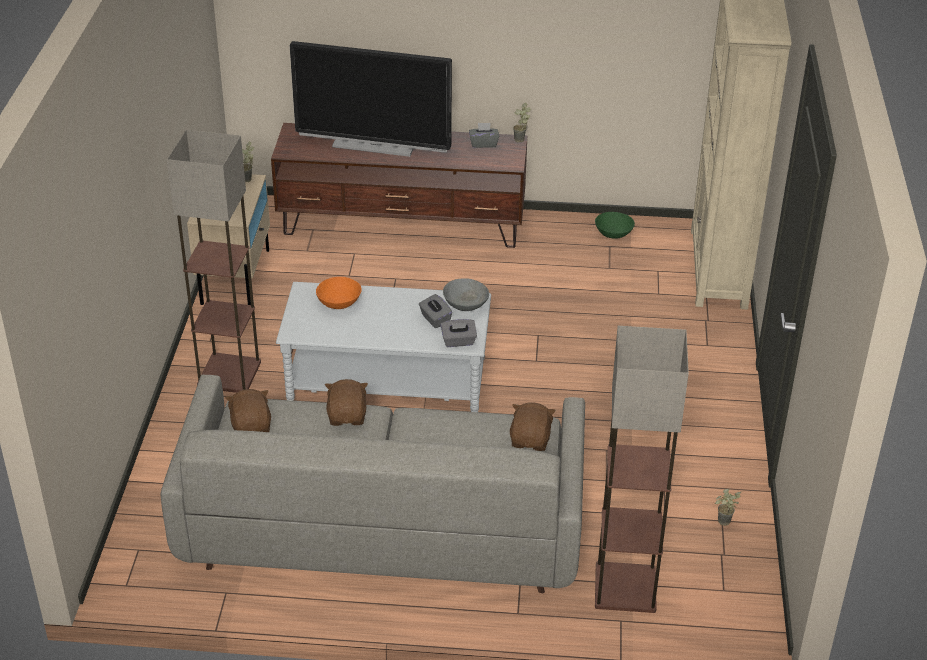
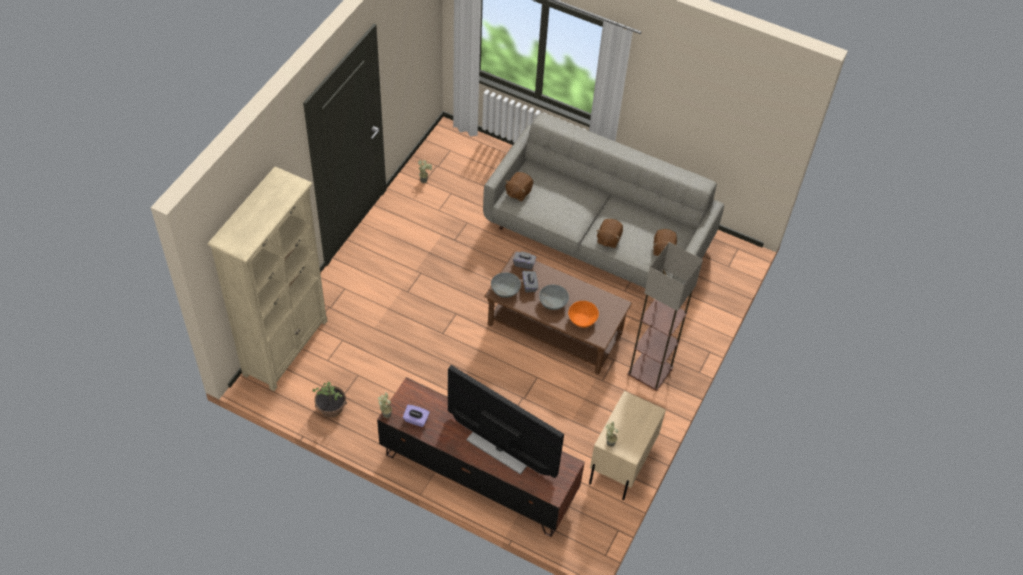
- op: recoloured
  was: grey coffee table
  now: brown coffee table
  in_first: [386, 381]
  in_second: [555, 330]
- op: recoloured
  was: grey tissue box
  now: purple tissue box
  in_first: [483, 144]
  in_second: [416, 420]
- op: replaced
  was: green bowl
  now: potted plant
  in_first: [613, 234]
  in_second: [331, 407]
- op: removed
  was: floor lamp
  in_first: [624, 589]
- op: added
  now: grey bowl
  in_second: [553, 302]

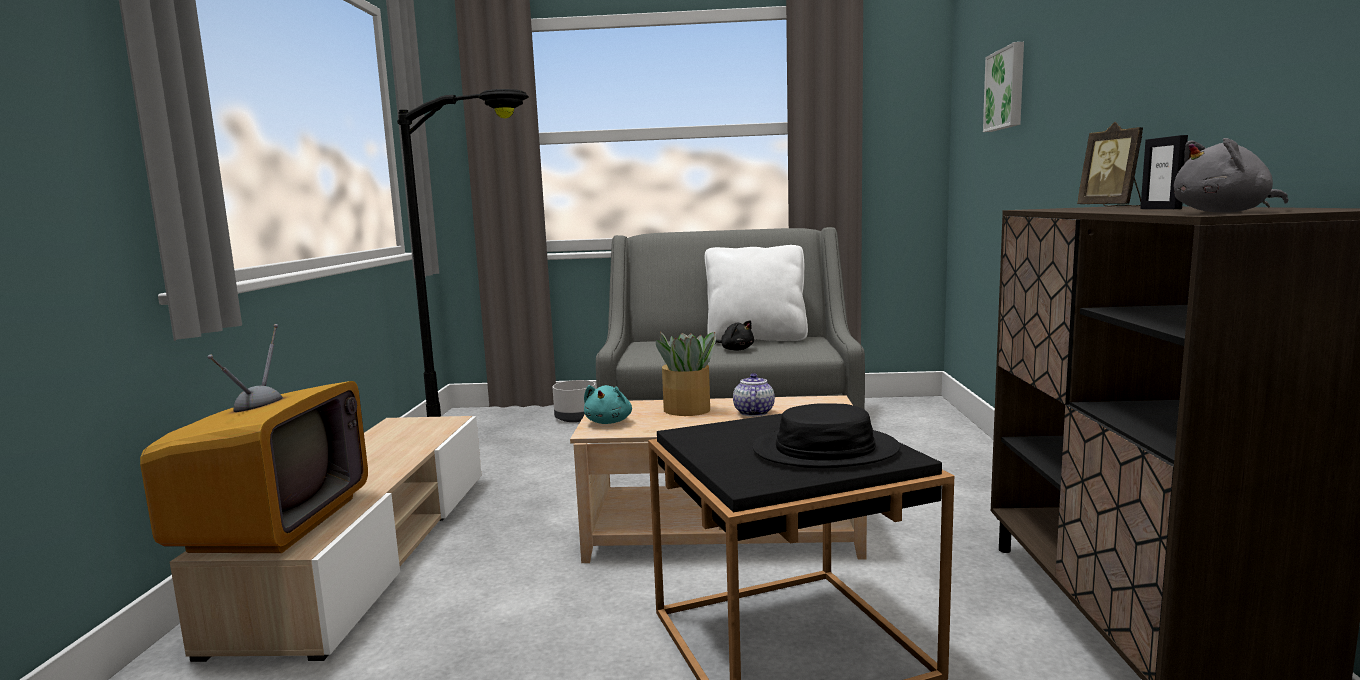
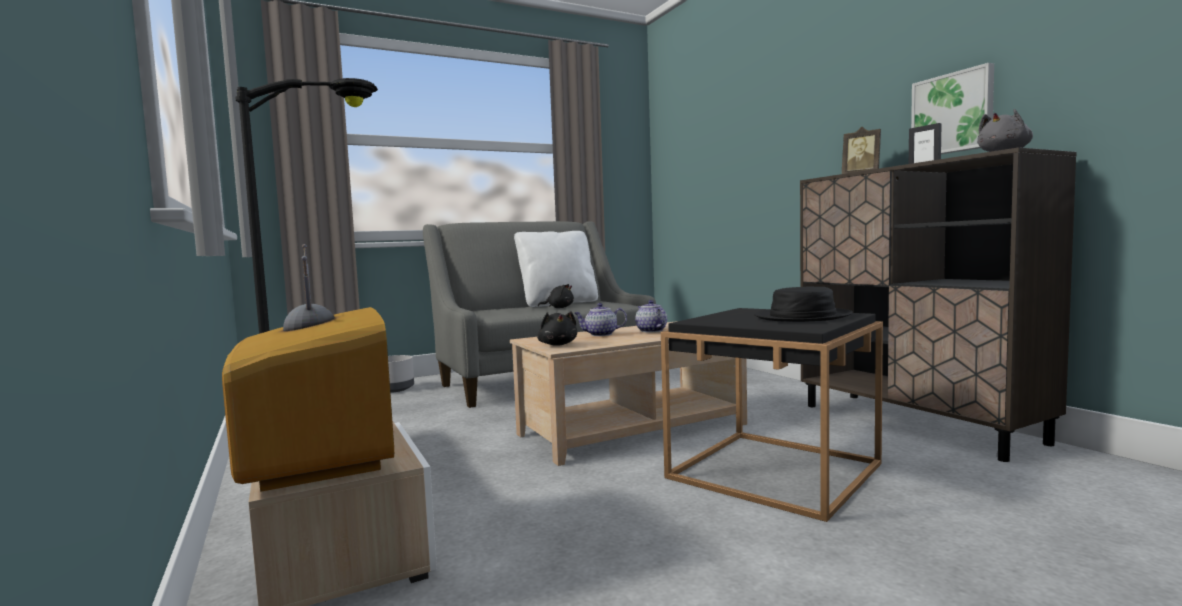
- op: recoloured
  was: turquoise plush toy
  now: black plush toy
  in_first: [609, 422]
  in_second: [557, 345]
- op: replaced
  was: potted plant
  now: teapot
  in_first: [687, 410]
  in_second: [600, 334]
- op: moved
  was: picture
  in_first: [1007, 89]
  in_second: [953, 113]

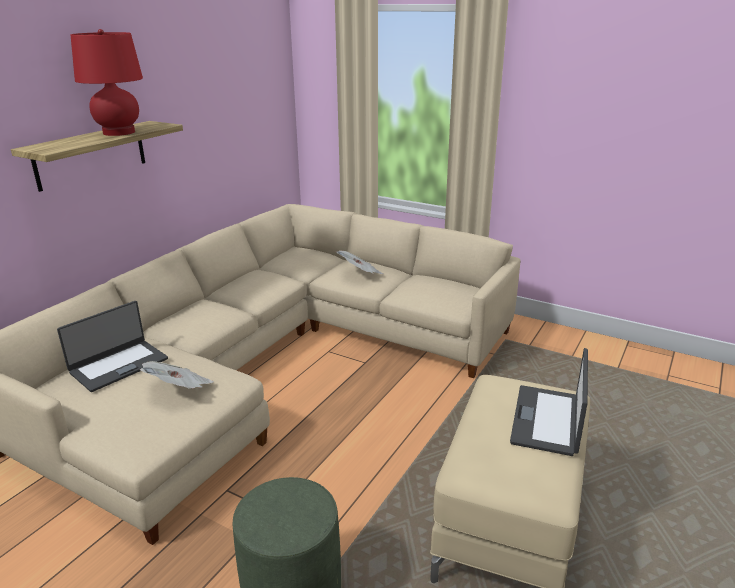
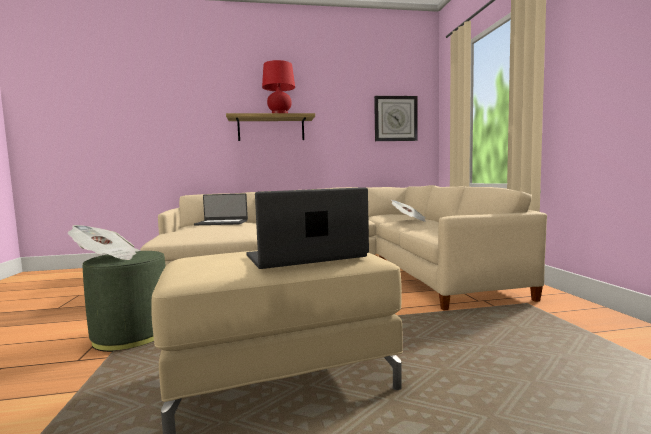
- op: moved
  was: newspaper
  in_first: [180, 389]
  in_second: [107, 258]
- op: added
  now: wall clock
  in_second: [395, 118]

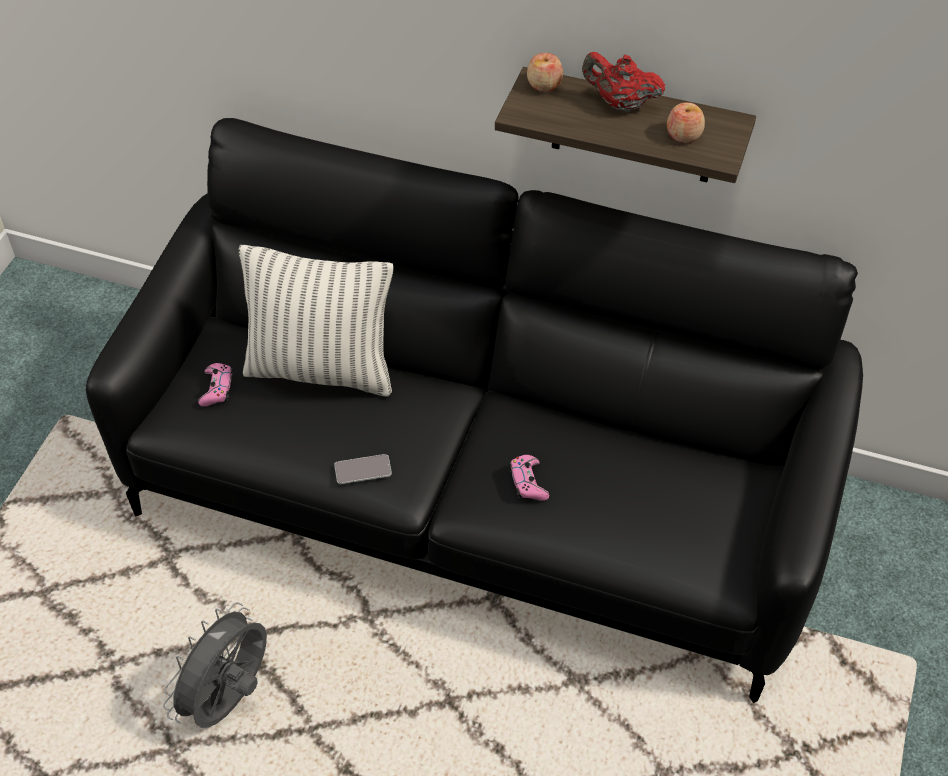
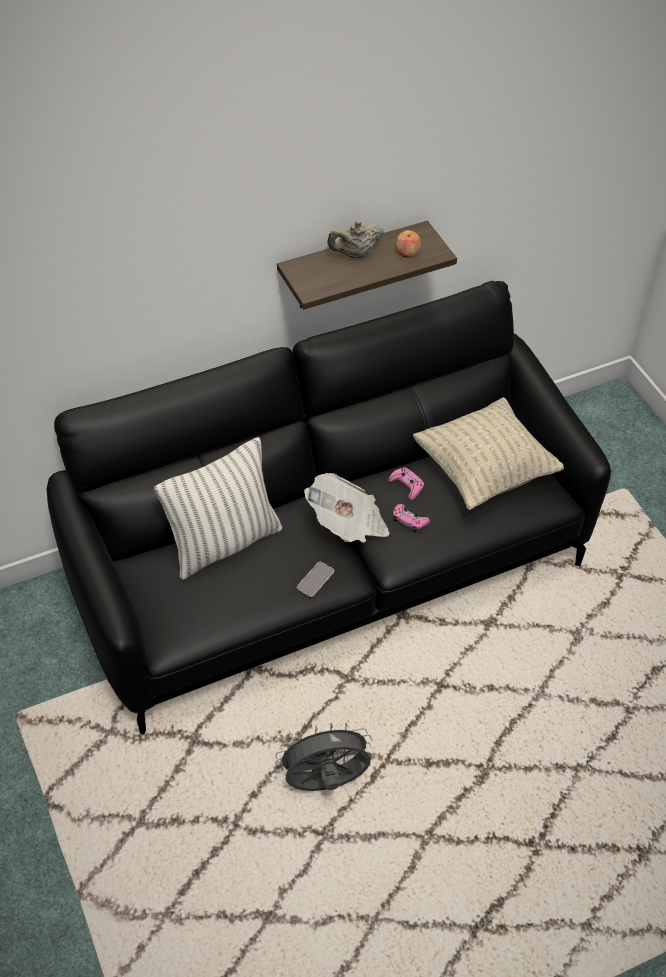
- op: turned
  was: grey fan
  in_first: [230, 700]
  in_second: [325, 784]
  clockwise: 90
- op: moved
  was: pink game controller
  in_first: [217, 389]
  in_second: [406, 486]
- op: removed
  was: apple
  in_first: [544, 84]
- op: recoloured
  was: red teapot
  now: beige teapot
  in_first: [620, 104]
  in_second: [355, 254]
- op: added
  now: newspaper
  in_second: [347, 524]
- op: added
  now: beige pillow
  in_second: [484, 472]

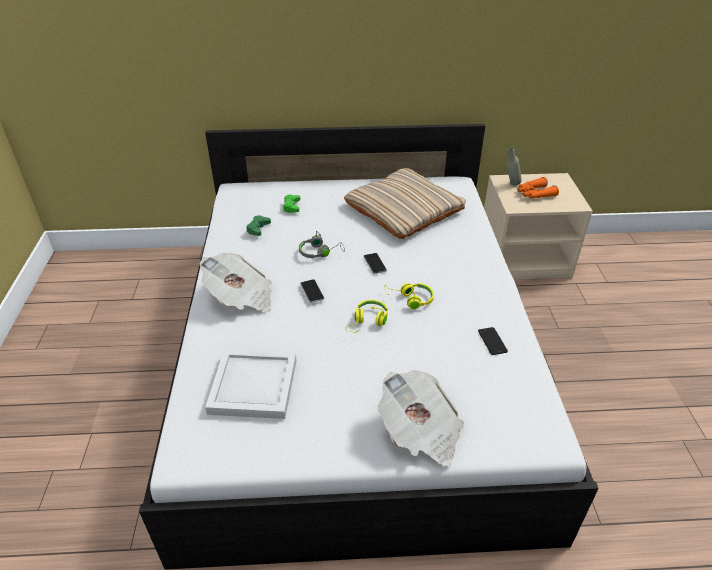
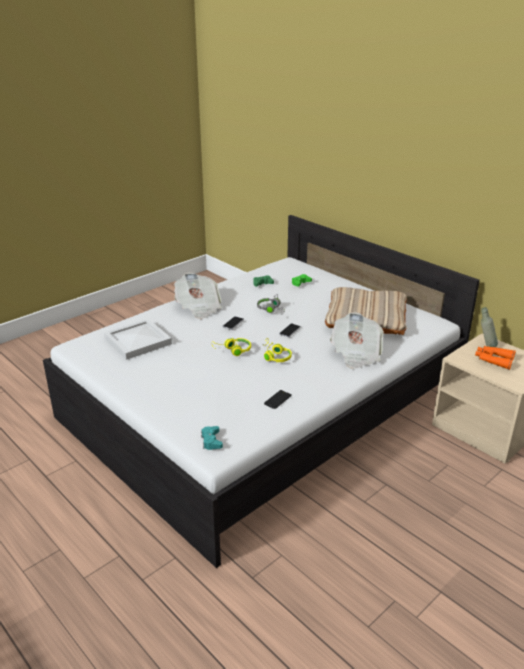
- op: moved
  was: newspaper
  in_first: [420, 432]
  in_second: [355, 354]
- op: added
  now: turquoise game controller
  in_second: [211, 441]

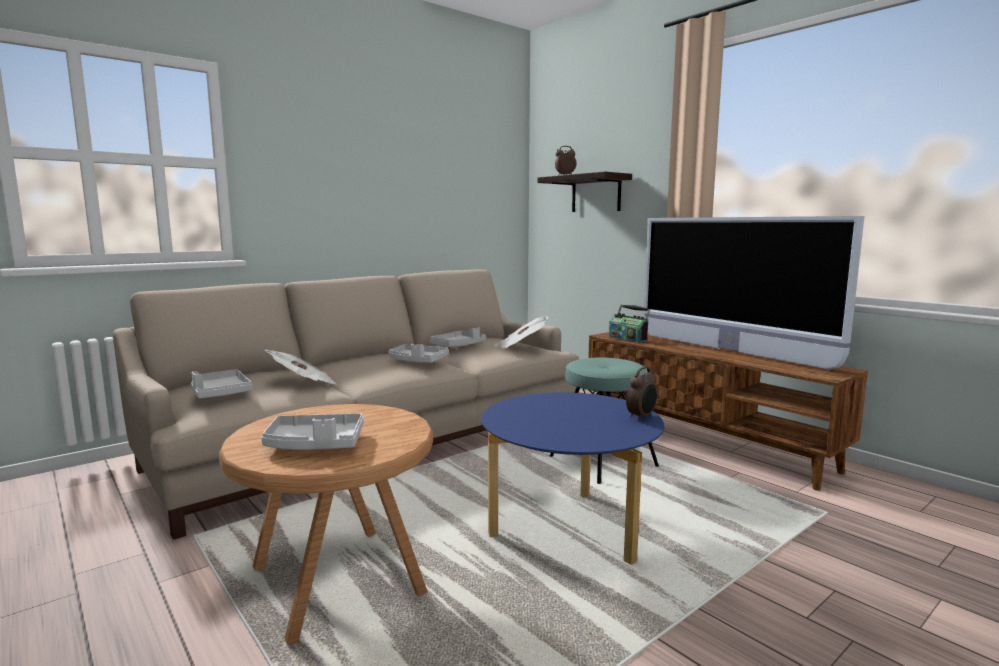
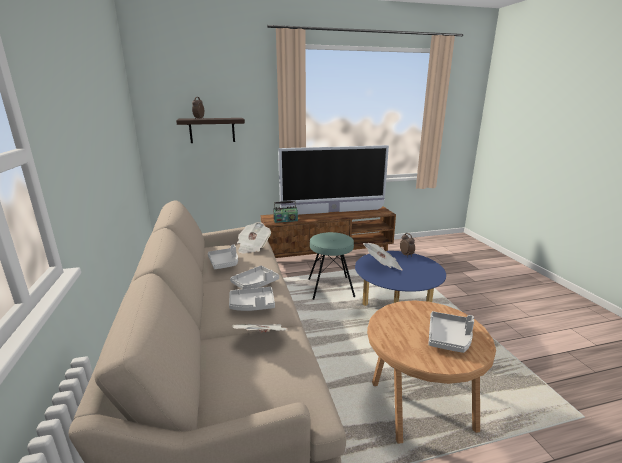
- op: moved
  was: grey tray
  in_first: [220, 393]
  in_second: [252, 305]
- op: added
  now: newspaper
  in_second: [382, 266]

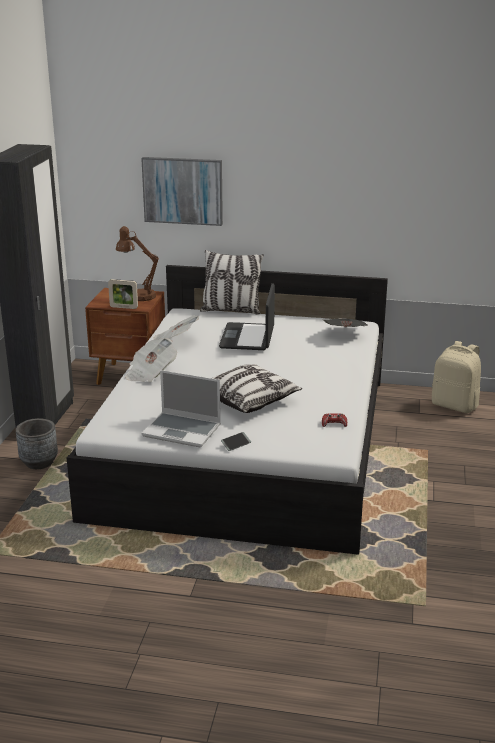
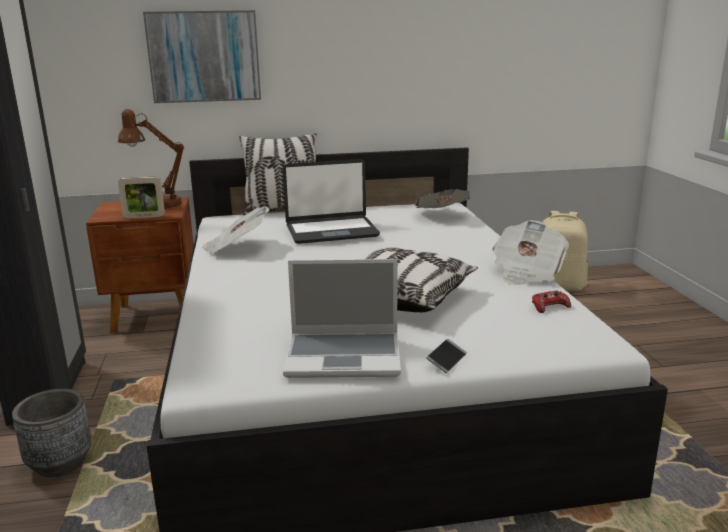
- op: moved
  was: newspaper
  in_first: [150, 373]
  in_second: [526, 272]
- op: turned
  was: laptop
  in_first: [248, 338]
  in_second: [331, 231]
  clockwise: -90

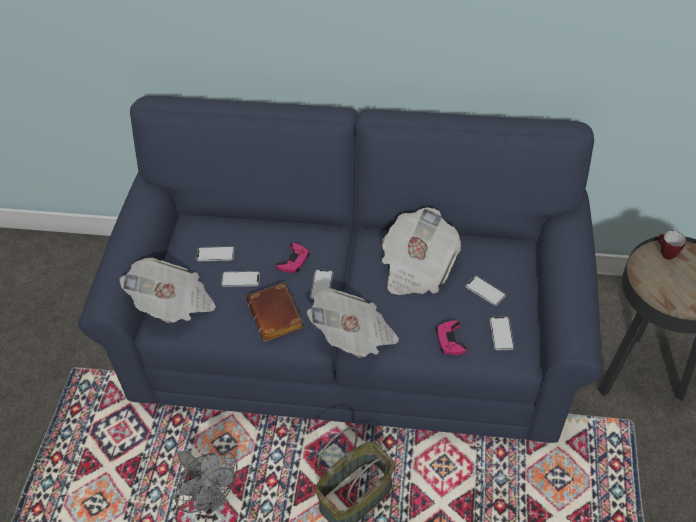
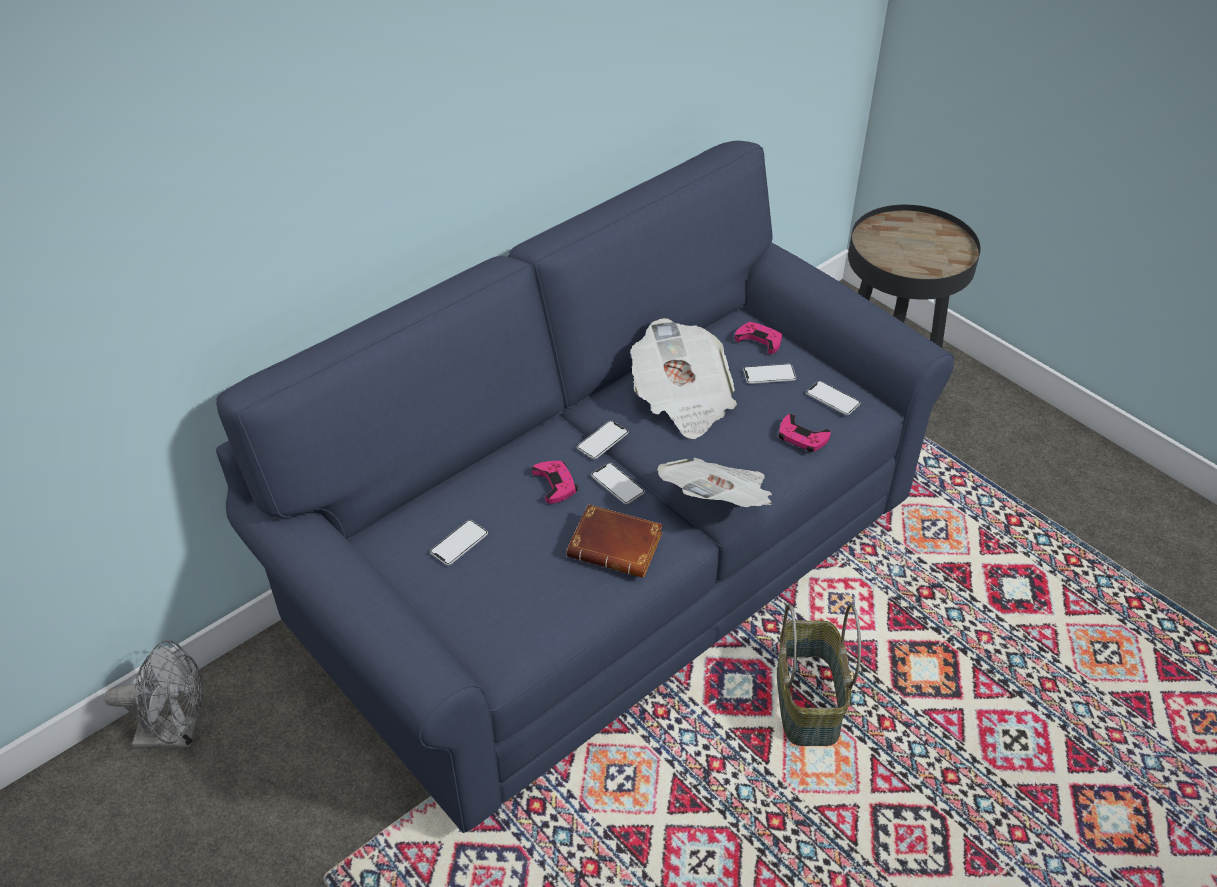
- op: removed
  was: newspaper
  in_first: [174, 304]
- op: moved
  was: grey fan
  in_first: [211, 499]
  in_second: [177, 734]
- op: moved
  was: phone
  in_first: [240, 279]
  in_second: [602, 441]
- op: removed
  was: mug
  in_first: [665, 254]
- op: added
  now: pink game controller
  in_second: [759, 340]

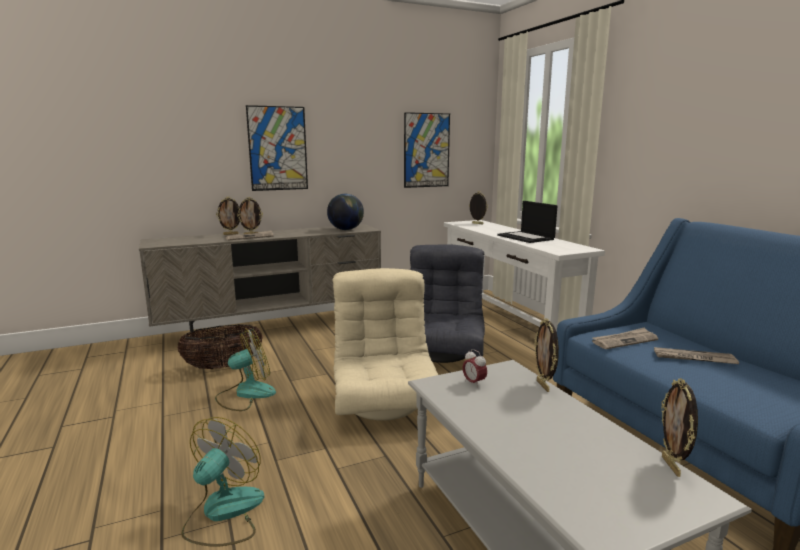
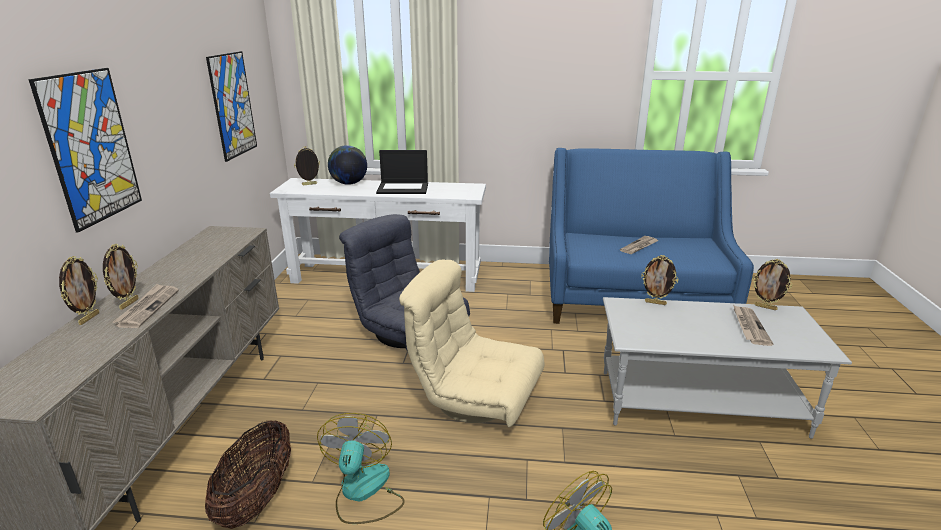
- op: moved
  was: globe
  in_first: [346, 229]
  in_second: [349, 183]
- op: removed
  was: alarm clock
  in_first: [474, 383]
- op: moved
  was: newspaper
  in_first: [624, 341]
  in_second: [749, 327]

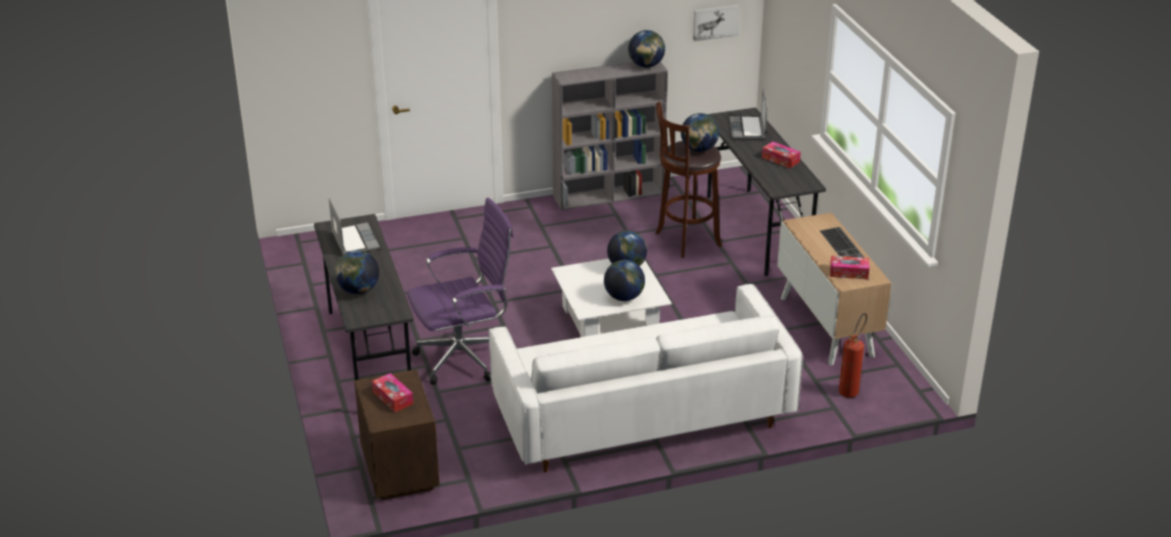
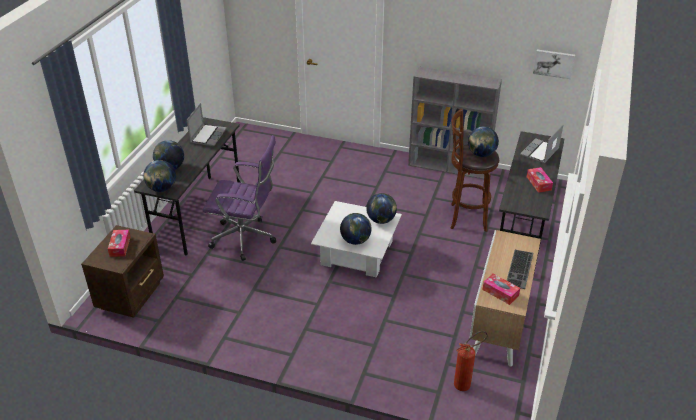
- op: removed
  was: white sofa
  in_first: [642, 415]
- op: moved
  was: globe
  in_first: [646, 66]
  in_second: [162, 189]

